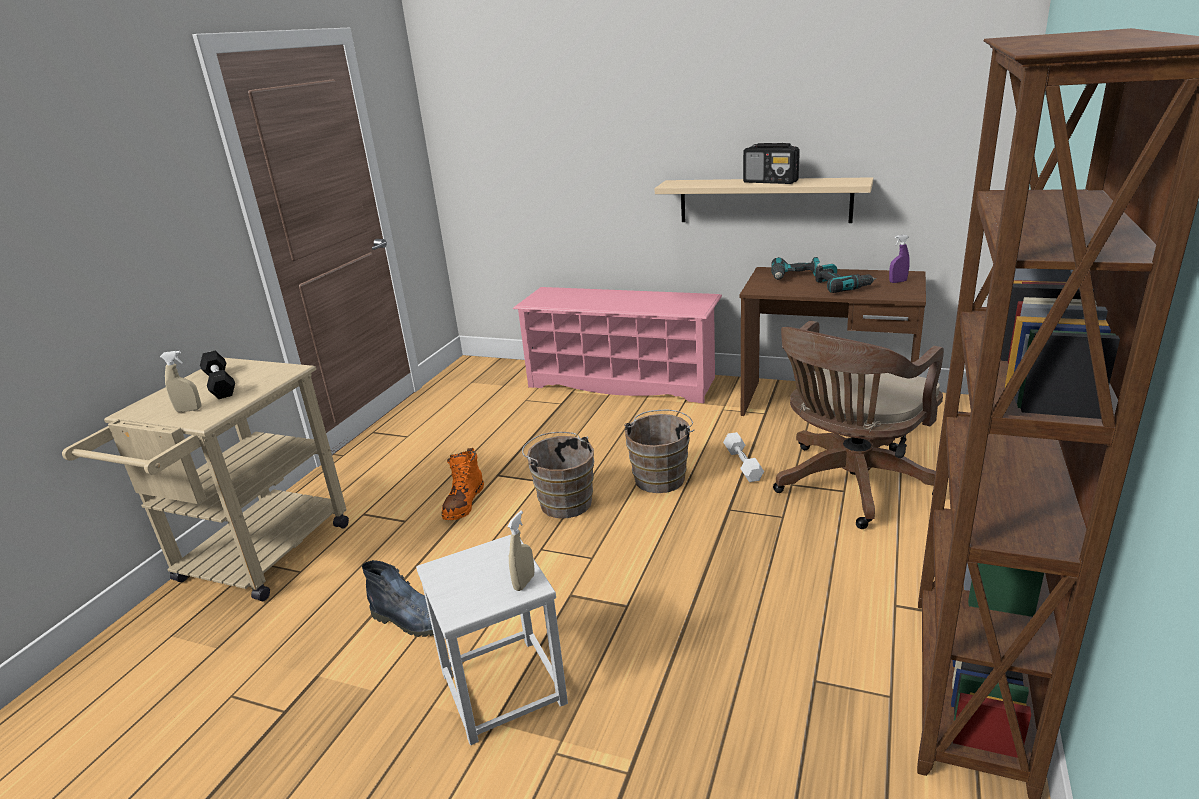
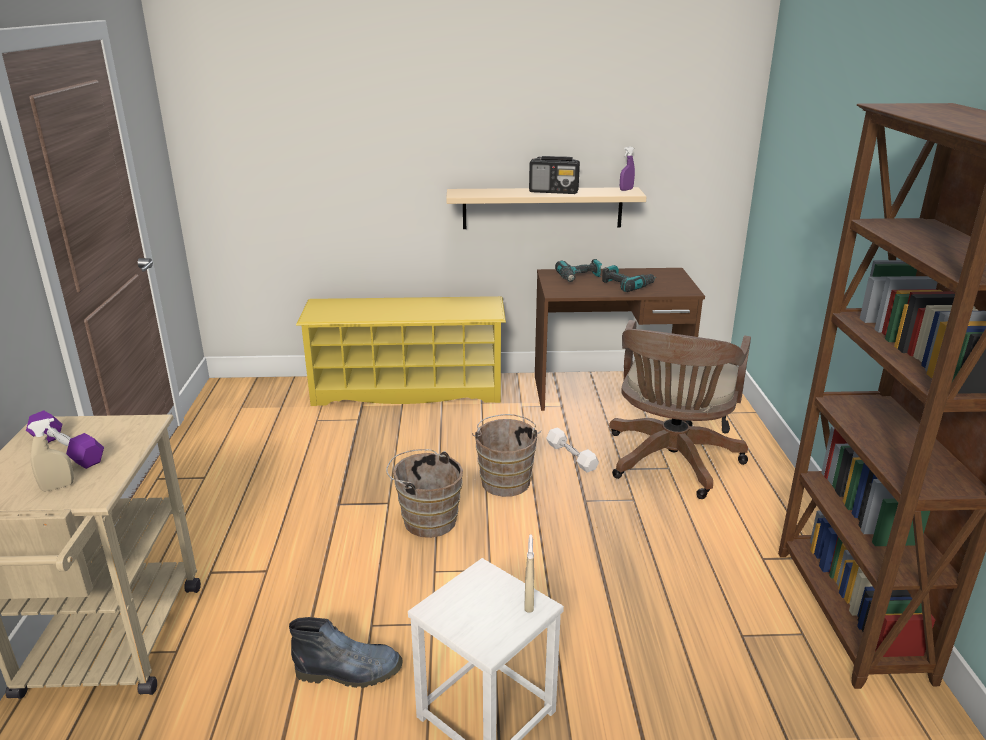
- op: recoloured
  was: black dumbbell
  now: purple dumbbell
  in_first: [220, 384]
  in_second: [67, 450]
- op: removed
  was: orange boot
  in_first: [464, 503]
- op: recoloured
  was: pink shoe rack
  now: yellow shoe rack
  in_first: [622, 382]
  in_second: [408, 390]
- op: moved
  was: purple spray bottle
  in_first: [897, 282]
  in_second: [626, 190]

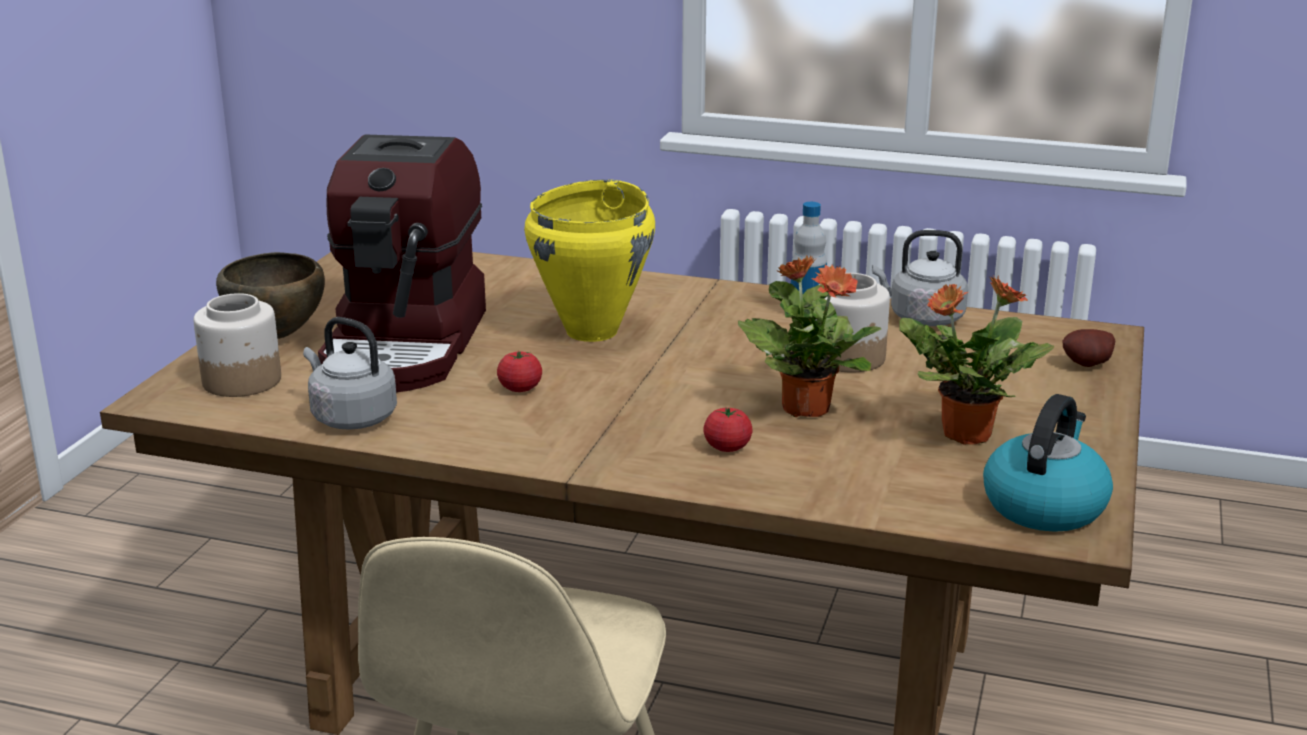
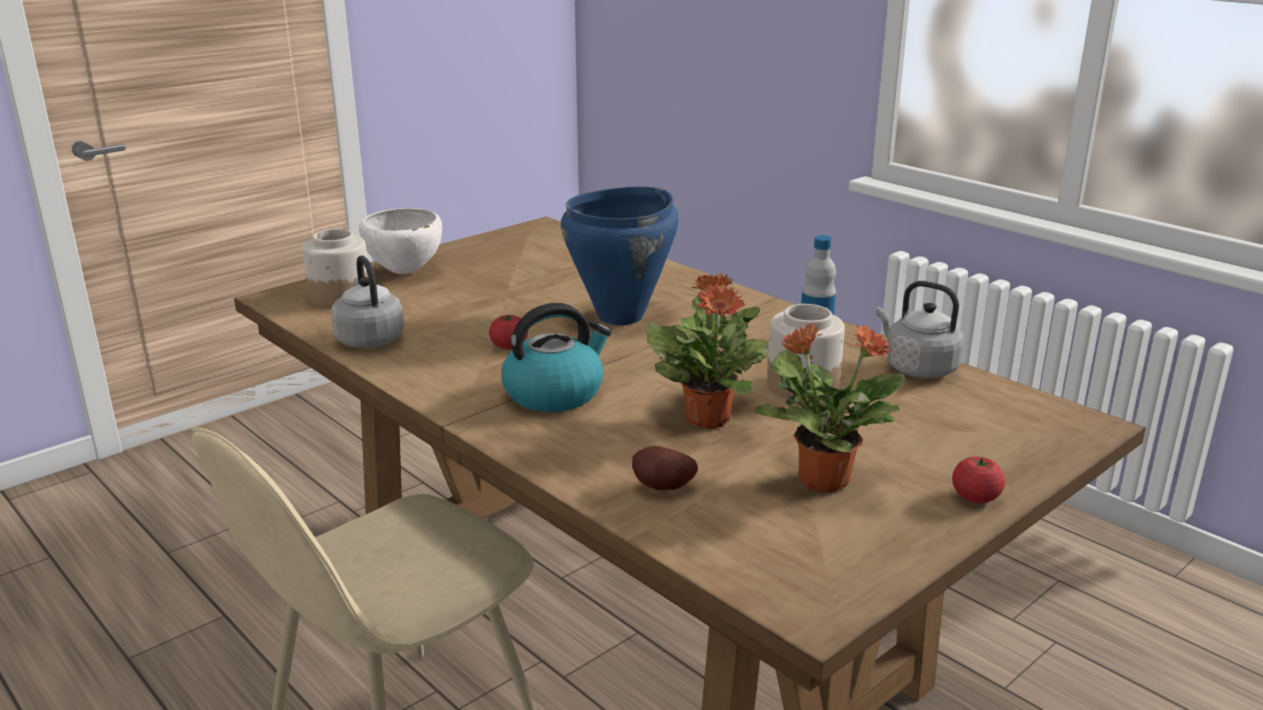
- op: recoloured
  was: brown bowl
  now: white bowl
  in_first: [278, 335]
  in_second: [405, 272]
- op: removed
  was: coffee machine
  in_first: [407, 345]
- op: recoloured
  was: yellow cooking pot
  now: blue cooking pot
  in_first: [593, 331]
  in_second: [621, 317]
- op: moved
  was: tomato
  in_first: [727, 447]
  in_second: [975, 497]
- op: moved
  was: kettle
  in_first: [1044, 505]
  in_second: [555, 393]
- op: moved
  was: potato
  in_first: [1089, 366]
  in_second: [662, 488]

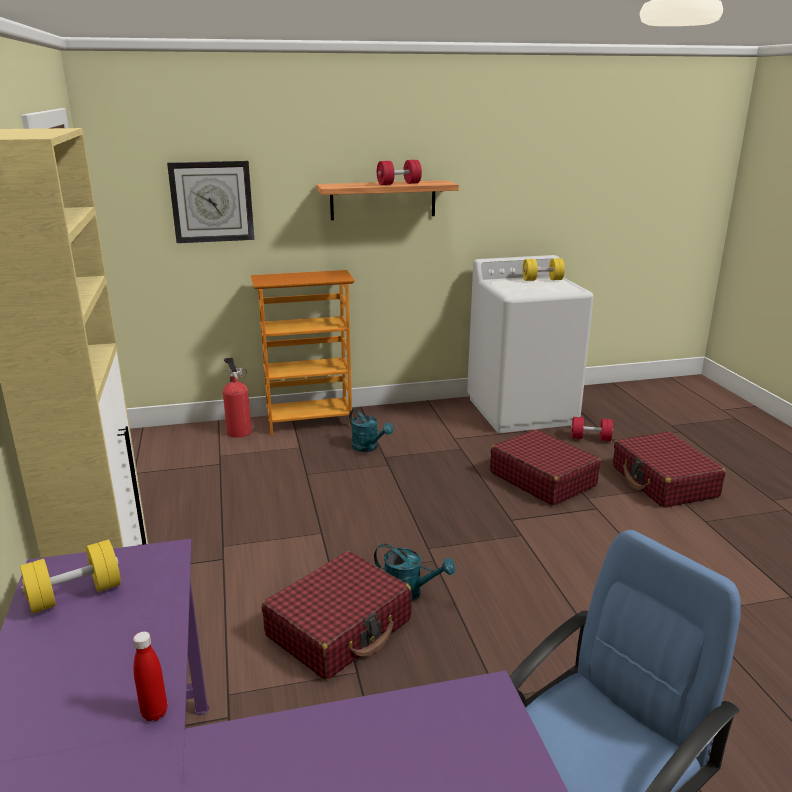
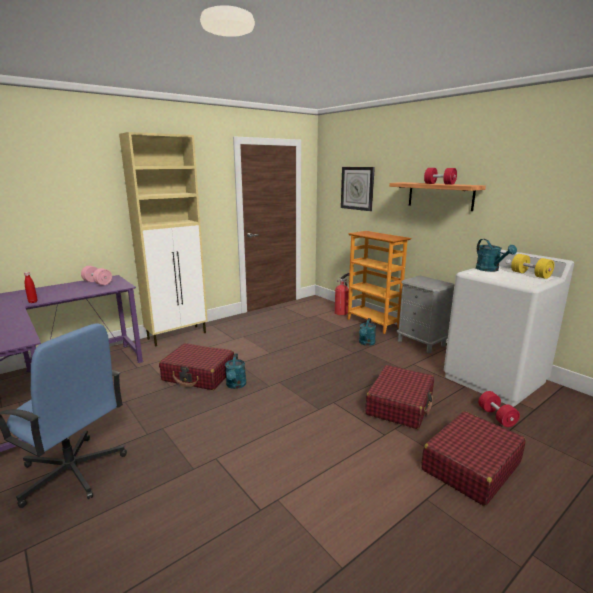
- op: recoloured
  was: yellow dumbbell
  now: pink dumbbell
  in_first: [75, 594]
  in_second: [97, 283]
- op: added
  now: grey nightstand
  in_second: [421, 343]
- op: added
  now: turquoise watering can
  in_second: [490, 270]

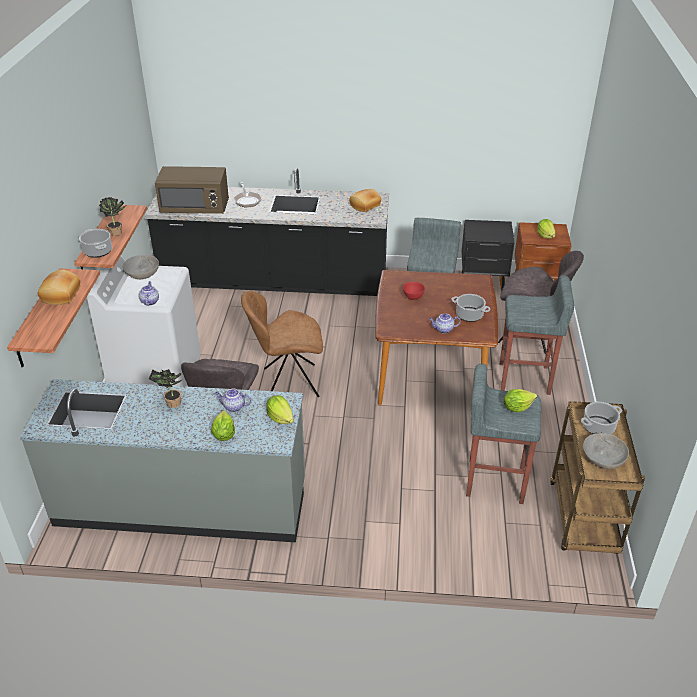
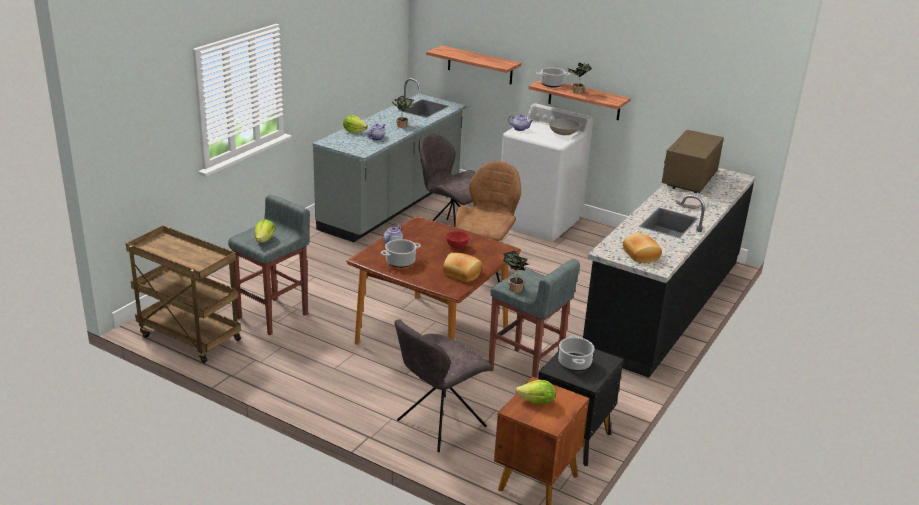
- op: moved
  was: bread
  in_first: [62, 295]
  in_second: [461, 274]
- op: removed
  was: lettuce
  in_first: [280, 418]
- op: removed
  was: grey stool
  in_first: [525, 379]
- op: moved
  was: cooking pot
  in_first: [598, 427]
  in_second: [575, 363]
- op: removed
  was: grey bowl
  in_first: [603, 458]
- op: added
  now: potted plant
  in_second: [513, 288]

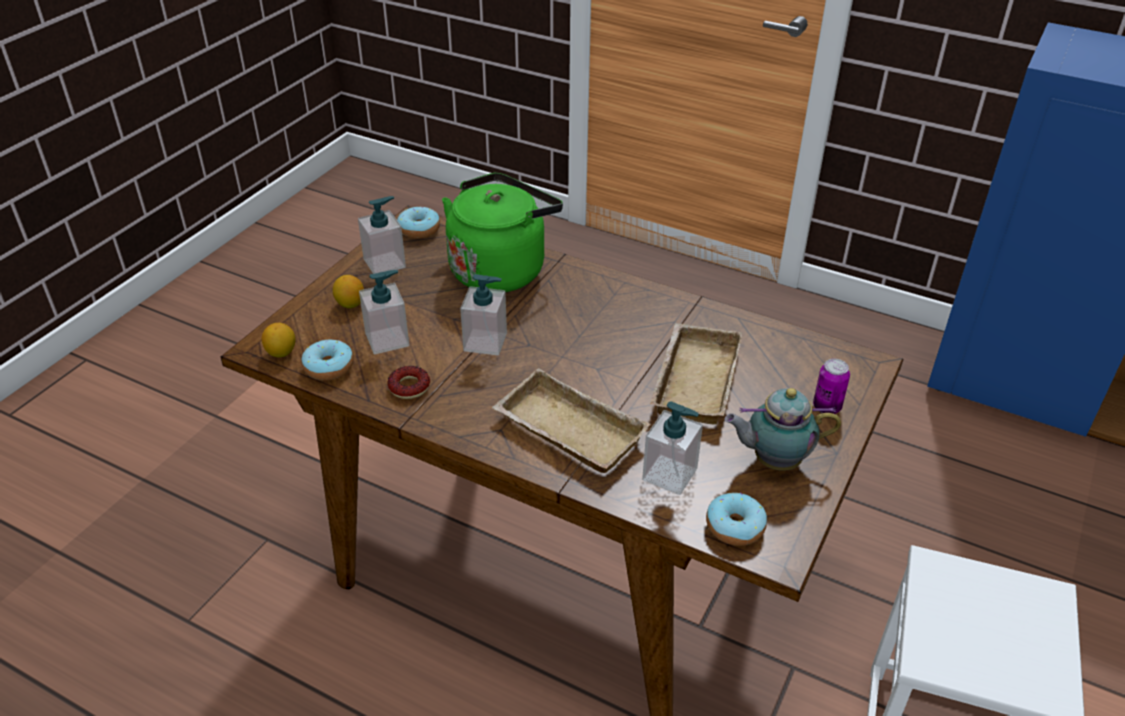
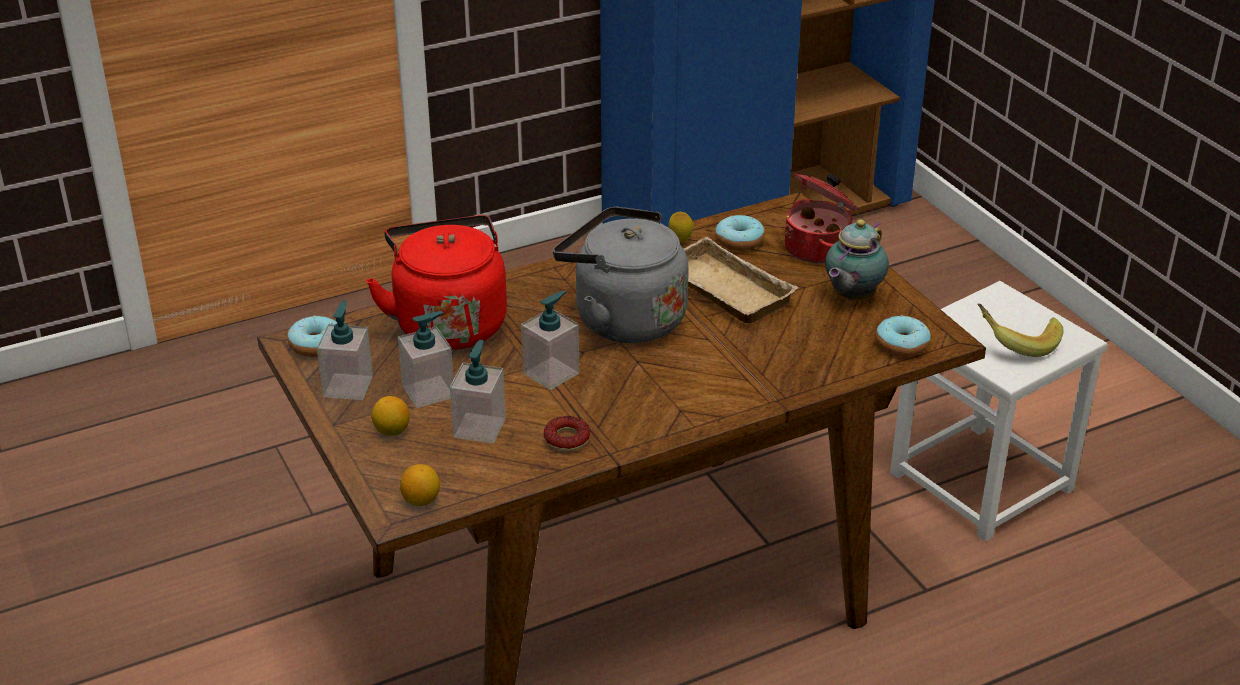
- op: moved
  was: donut
  in_first: [329, 367]
  in_second: [739, 241]
- op: recoloured
  was: green kettle
  now: red kettle
  in_first: [500, 269]
  in_second: [448, 323]
- op: removed
  was: beige tray
  in_first: [566, 431]
- op: moved
  was: soap dispenser
  in_first: [670, 474]
  in_second: [428, 392]
- op: replaced
  was: can
  now: cooking pot
  in_first: [826, 407]
  in_second: [819, 248]
- op: added
  now: grey kettle
  in_second: [623, 319]
- op: added
  now: lemon
  in_second: [680, 240]
- op: added
  now: banana
  in_second: [1016, 342]

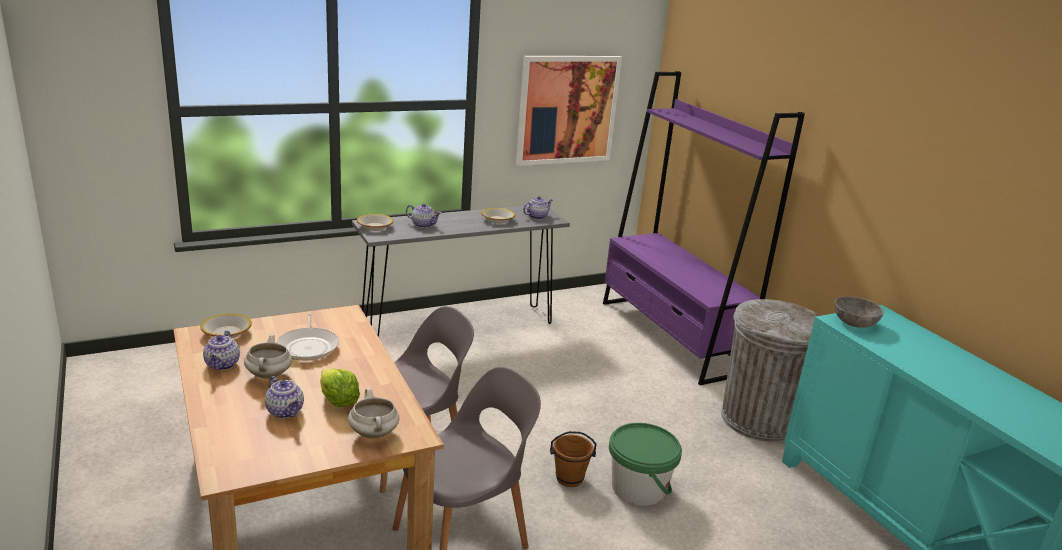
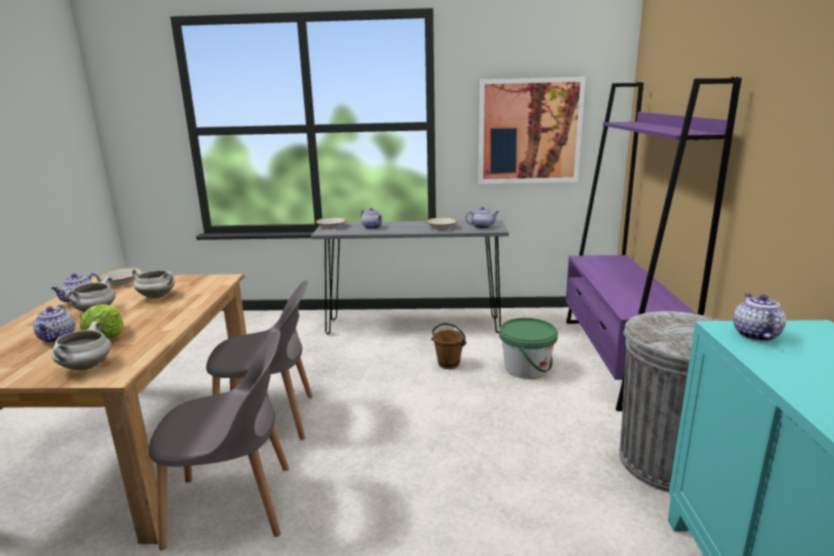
- op: replaced
  was: frying pan
  now: white cooking pot
  in_first: [308, 346]
  in_second: [158, 296]
- op: moved
  was: brown bucket
  in_first: [569, 478]
  in_second: [449, 364]
- op: moved
  was: green bucket
  in_first: [638, 488]
  in_second: [526, 368]
- op: replaced
  was: grey bowl
  now: teapot
  in_first: [854, 323]
  in_second: [754, 334]

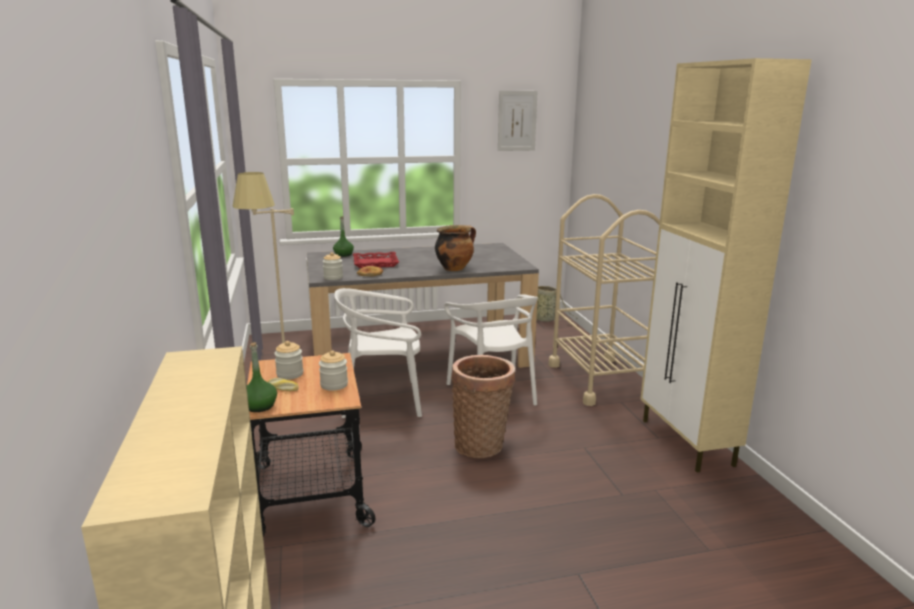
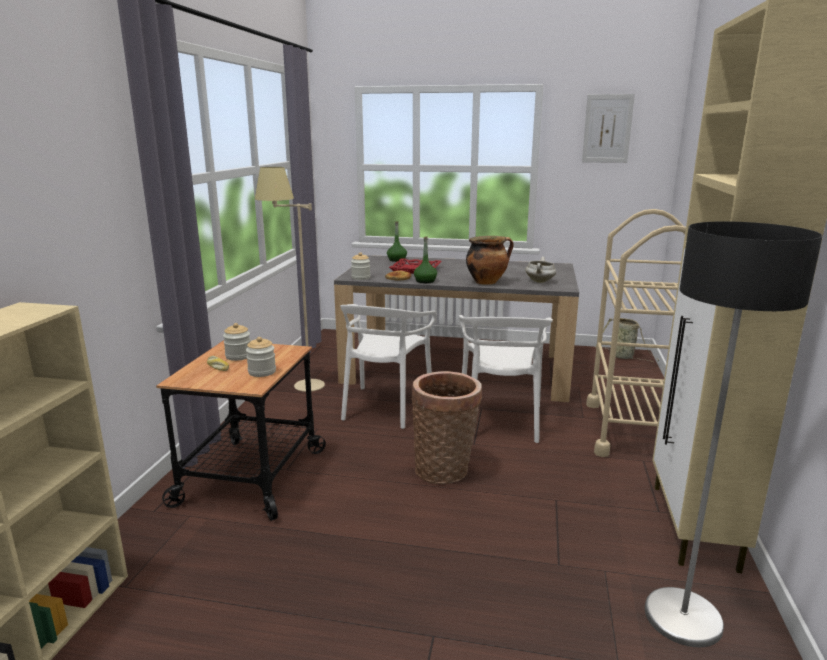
- op: moved
  was: green bottle
  in_first: [259, 406]
  in_second: [425, 281]
- op: turned
  was: white chair
  in_first: [382, 401]
  in_second: [385, 407]
  clockwise: -90
- op: added
  now: white cooking pot
  in_second: [540, 281]
- op: added
  now: floor lamp
  in_second: [682, 617]

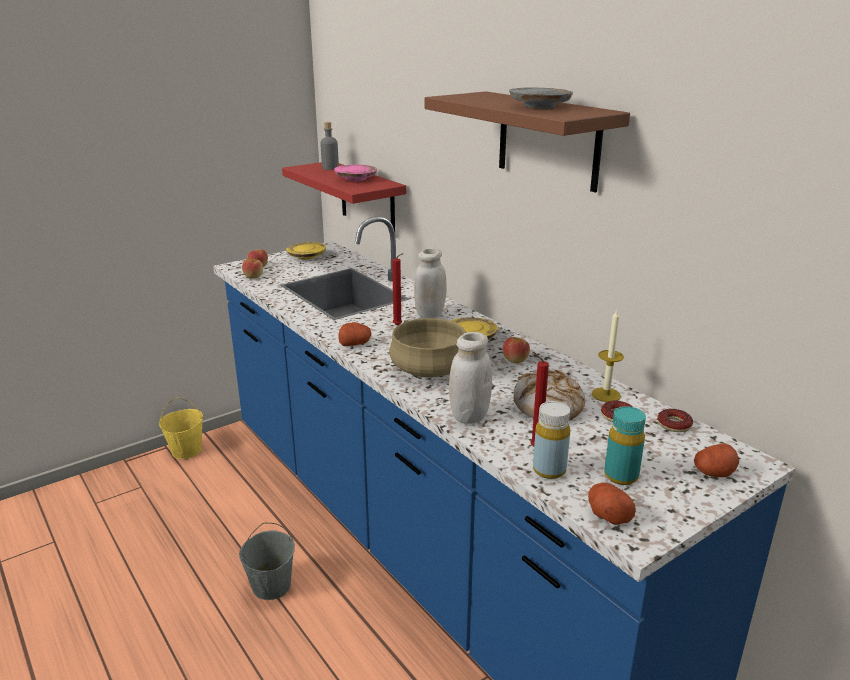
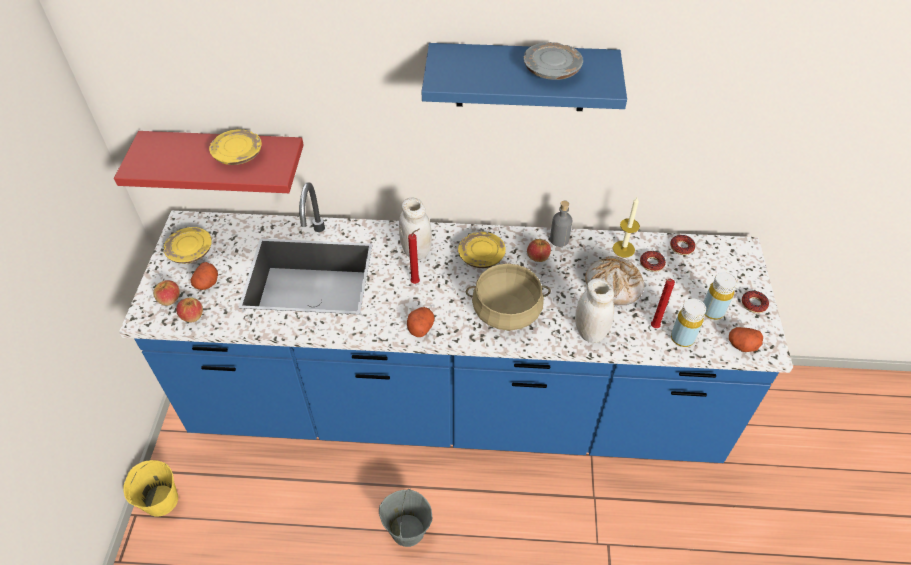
- op: moved
  was: grey bottle
  in_first: [330, 168]
  in_second: [559, 240]
- op: recoloured
  was: pink plate
  now: yellow plate
  in_first: [356, 179]
  in_second: [238, 154]
- op: recoloured
  was: brown shelf
  now: blue shelf
  in_first: [548, 140]
  in_second: [521, 77]
- op: recoloured
  was: turquoise bottle
  now: yellow bottle
  in_first: [621, 476]
  in_second: [712, 311]
- op: moved
  was: potato
  in_first: [714, 473]
  in_second: [207, 283]
- op: added
  now: donut
  in_second: [754, 304]

